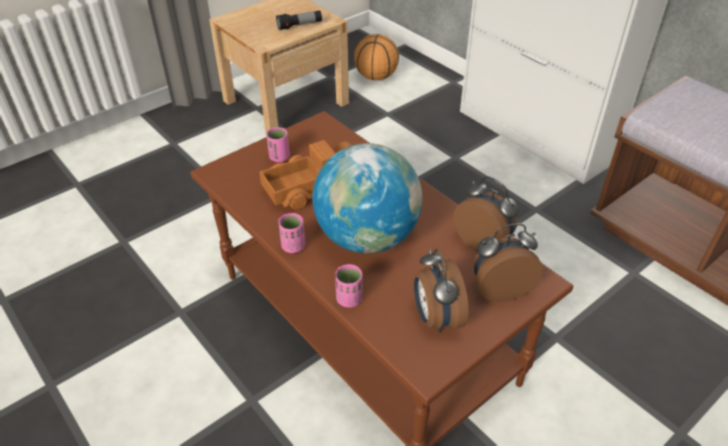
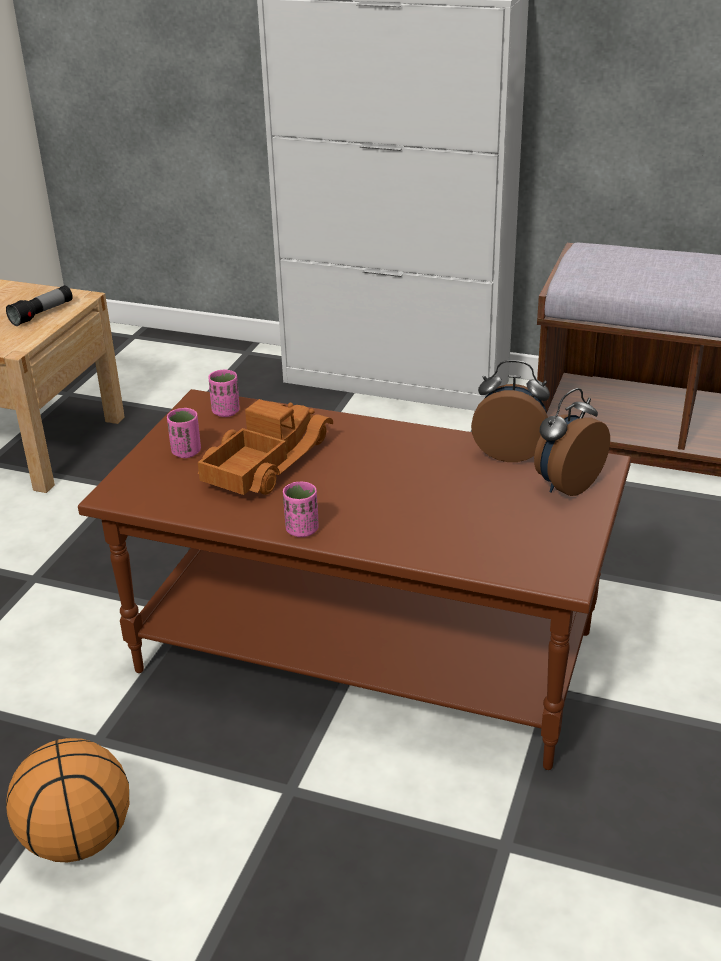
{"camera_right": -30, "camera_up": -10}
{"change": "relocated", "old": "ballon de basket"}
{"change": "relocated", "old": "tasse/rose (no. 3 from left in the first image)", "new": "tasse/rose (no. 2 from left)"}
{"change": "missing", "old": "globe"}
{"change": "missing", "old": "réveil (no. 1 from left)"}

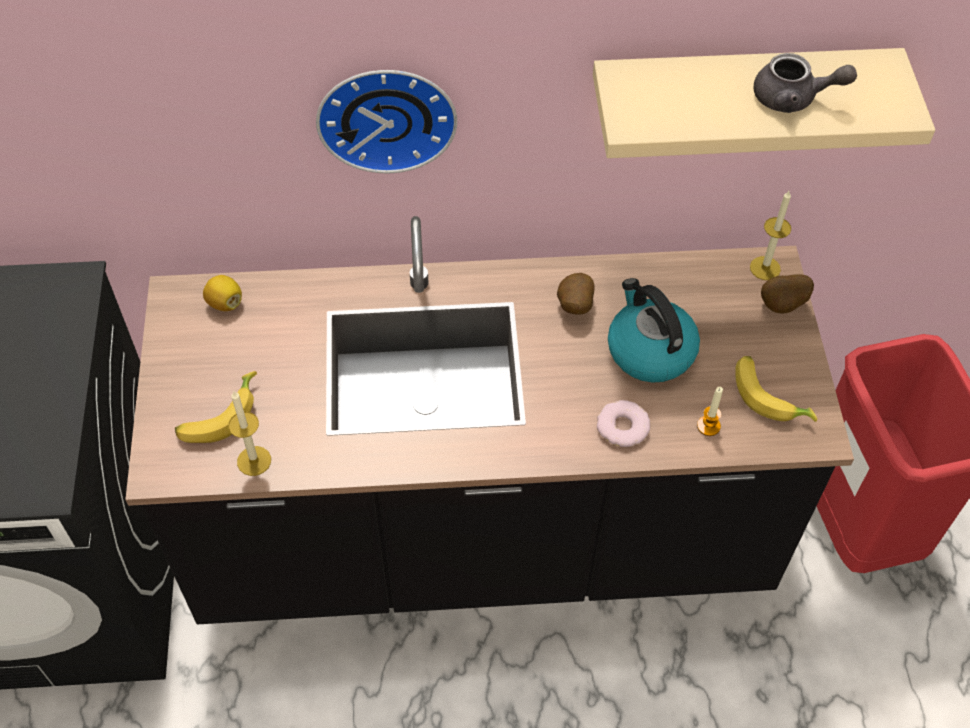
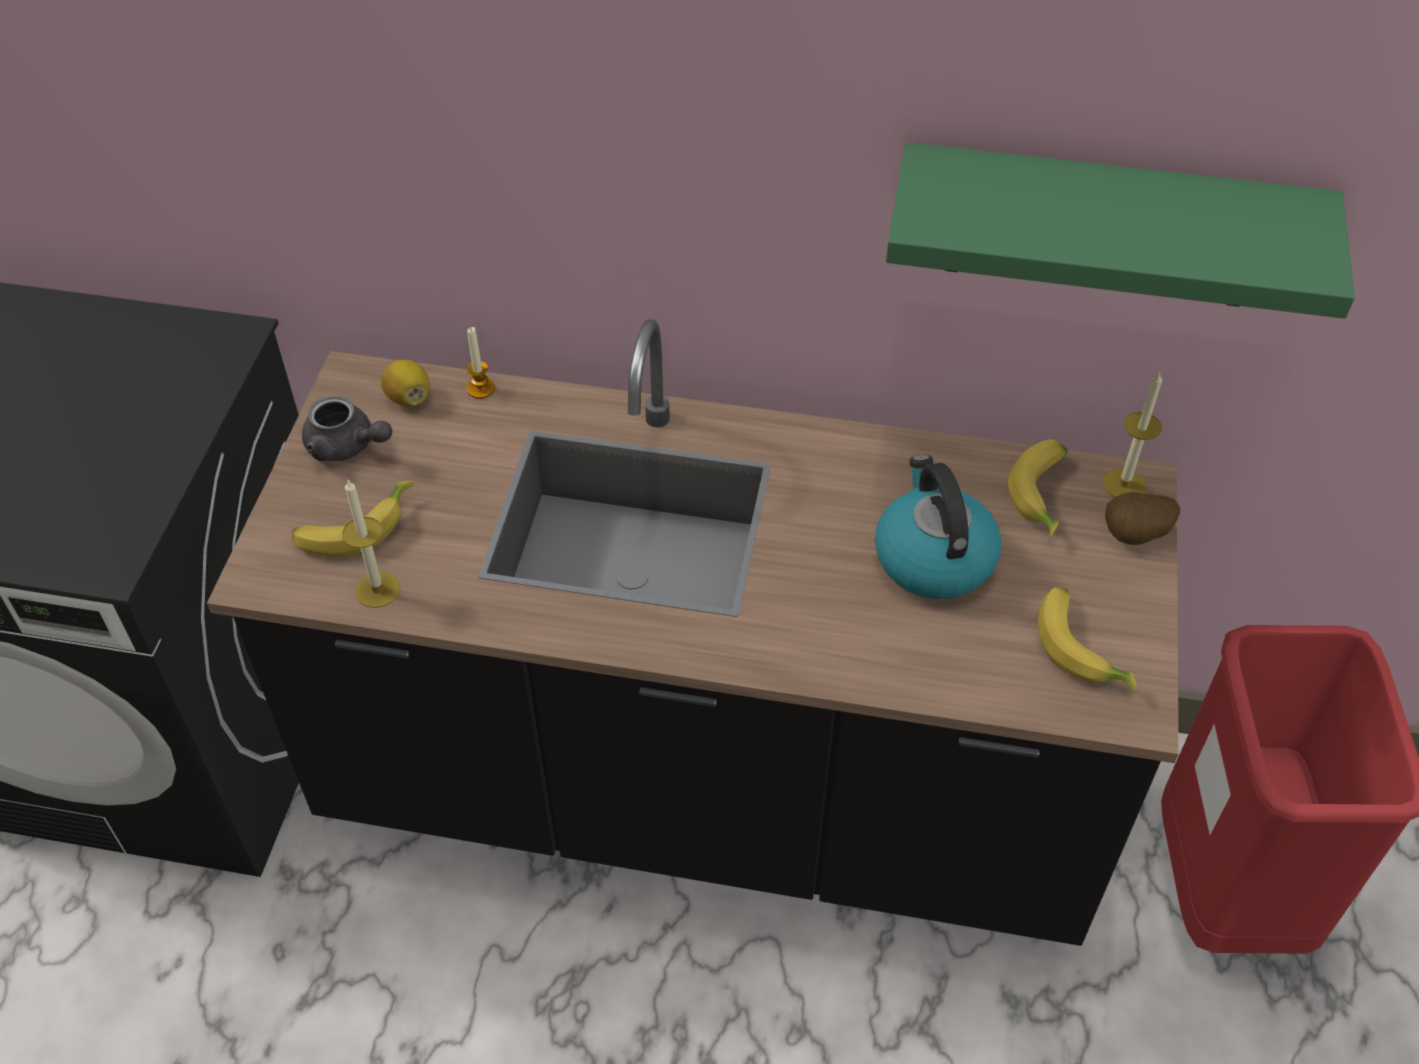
{"camera_right": 15, "camera_up": -5}
{"change": "relocated", "old": "théière/gris"}
{"change": "relocated", "old": "bougie (no. 2 from left)"}
{"change": "colour", "old": "étagère/beige", "new": "étagère/vert"}
{"change": "appeared", "new": "banane (no. 2 from left)"}
{"change": "missing", "old": "horloge murale"}
{"change": "missing", "old": "pomme de terre (no. 1 from left)"}
{"change": "missing", "old": "beignet"}

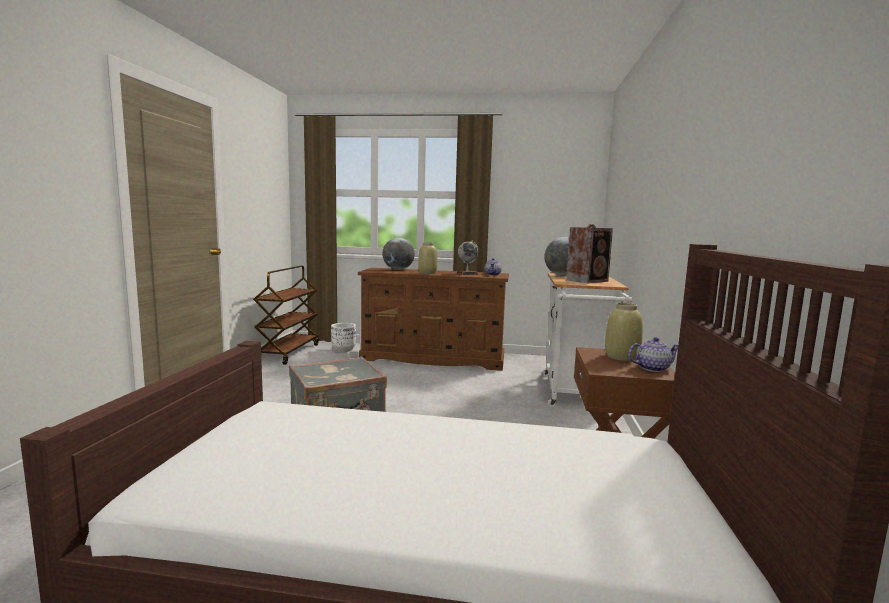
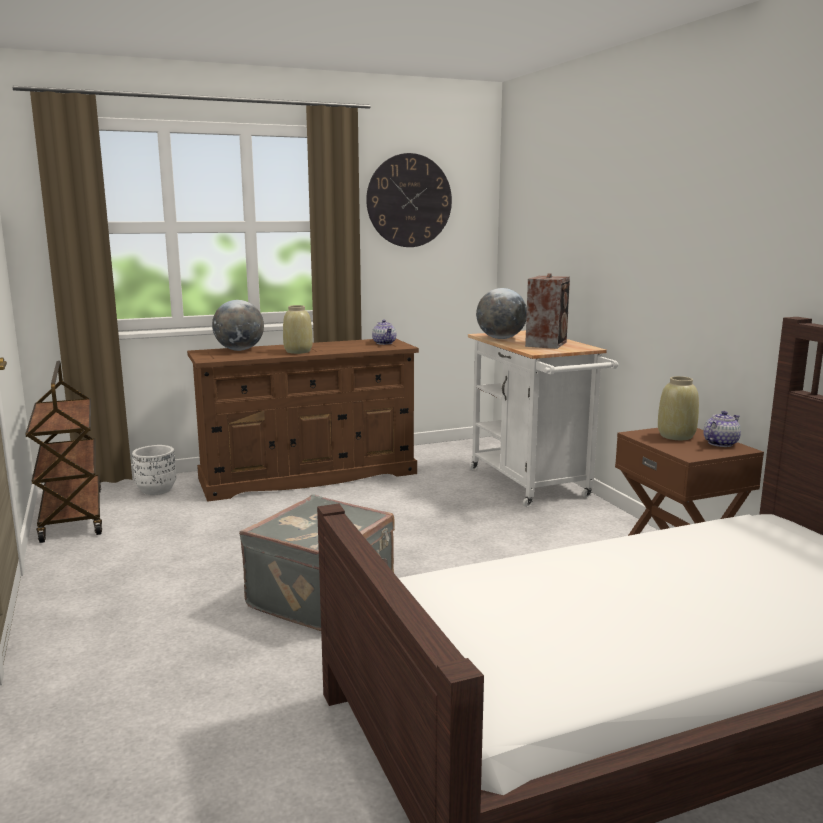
{"camera_right": -30, "camera_up": 5}
{"change": "appeared", "new": "horloge murale"}
{"change": "missing", "old": "globe (no. 2 from left)"}

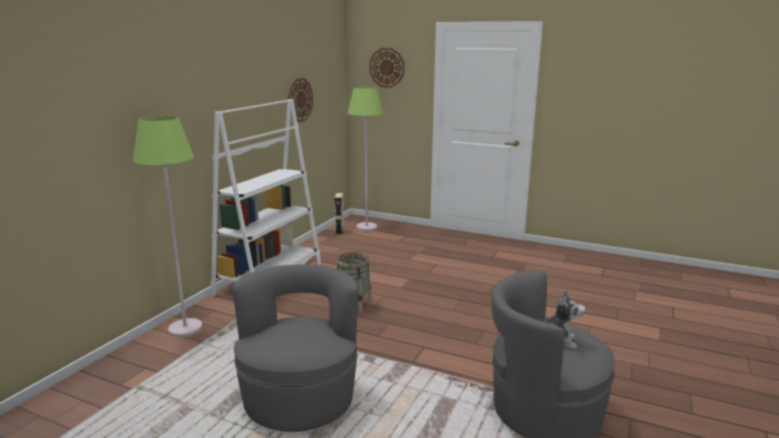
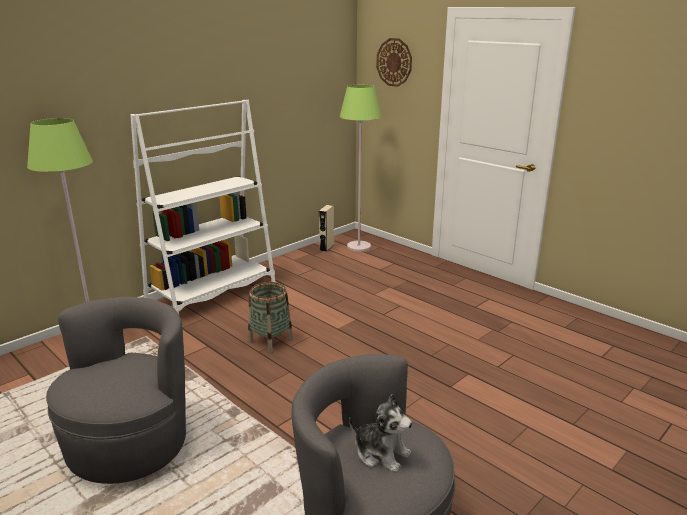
{"camera_right": 20, "camera_up": 5}
{"change": "missing", "old": "horloge murale (no. 1 from left)"}

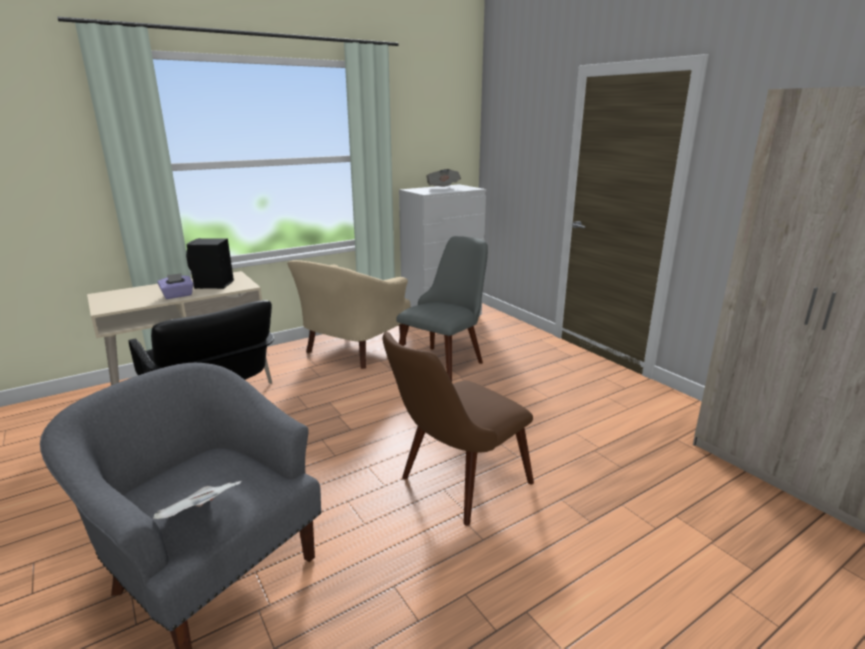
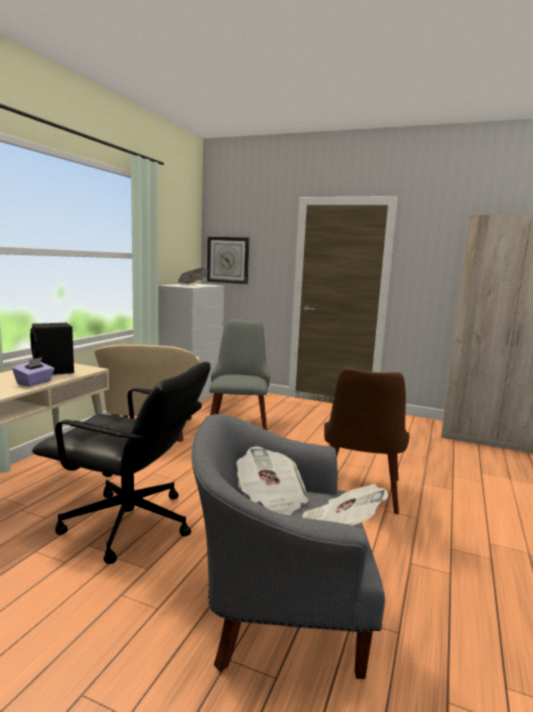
{"camera_right": -35, "camera_up": -10}
{"change": "appeared", "new": "horloge murale"}
{"change": "appeared", "new": "journal (no. 2 from left)"}

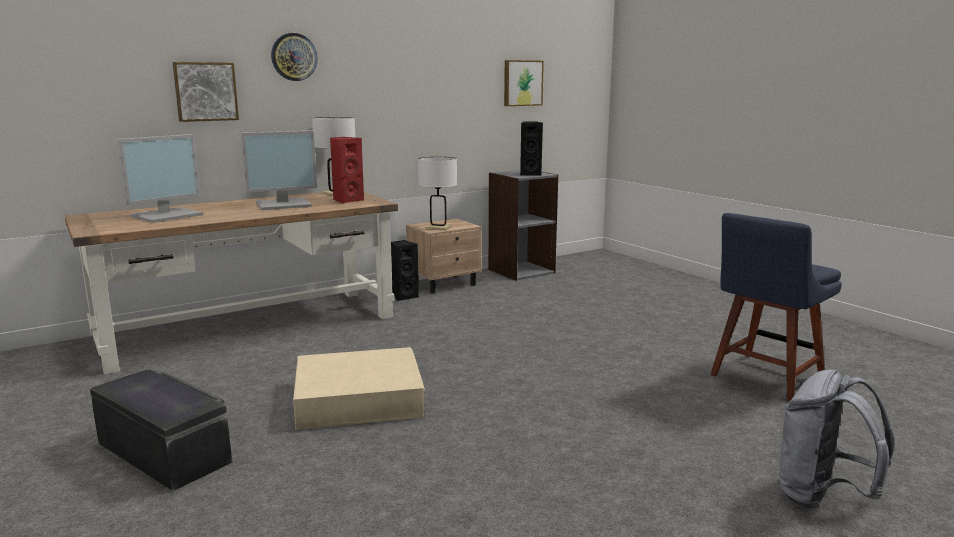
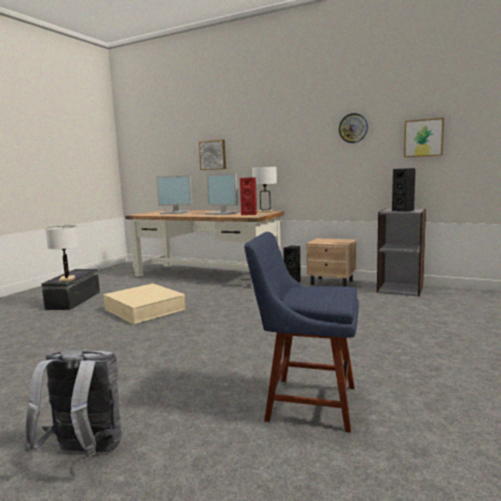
{"camera_right": 60, "camera_up": -5}
{"change": "relocated", "old": "lampe de table/blanc (no. 2 from left in the first image)", "new": "lampe de table/blanc (no. 1 from left)"}
{"change": "relocated", "old": "horloge murale"}

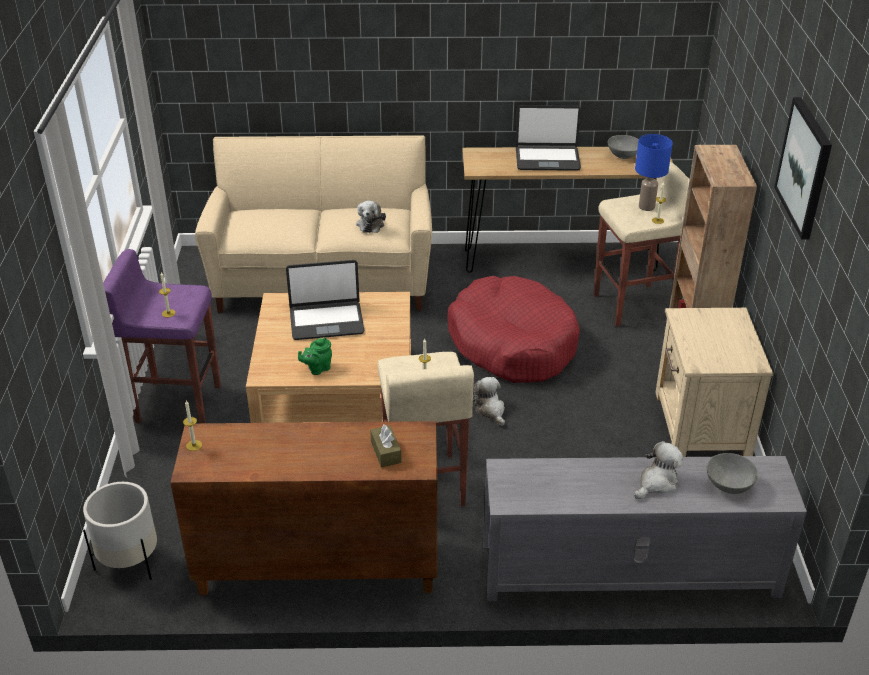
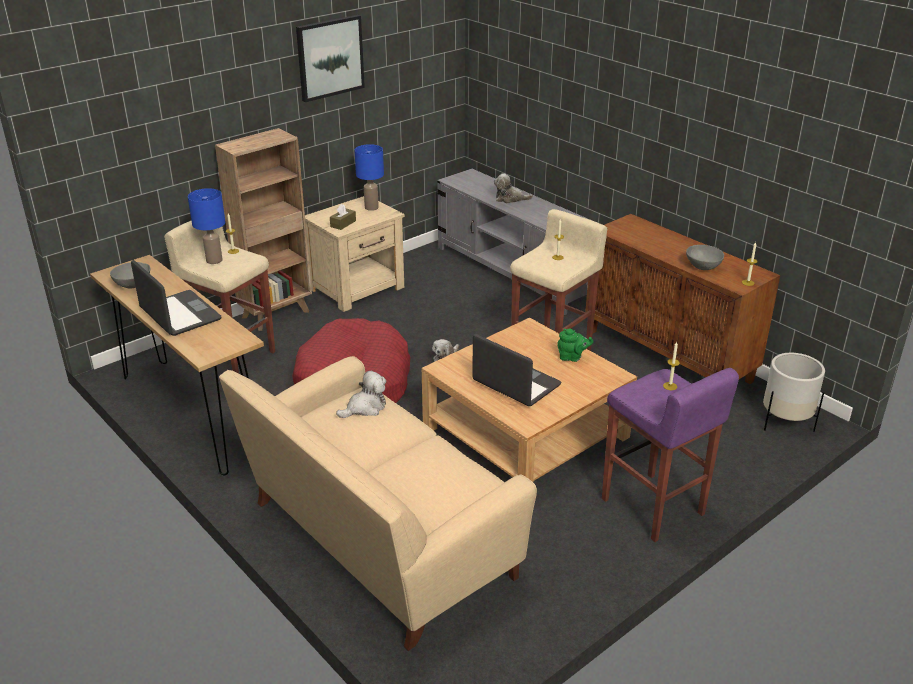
{"camera_right": -130, "camera_up": -5}
{"change": "relocated", "old": "boîte à mouchoirs/marron"}
{"change": "appeared", "new": "lampe de table/bleu (no. 2 from left)"}
{"change": "relocated", "old": "bol/gris (no. 2 from left)"}

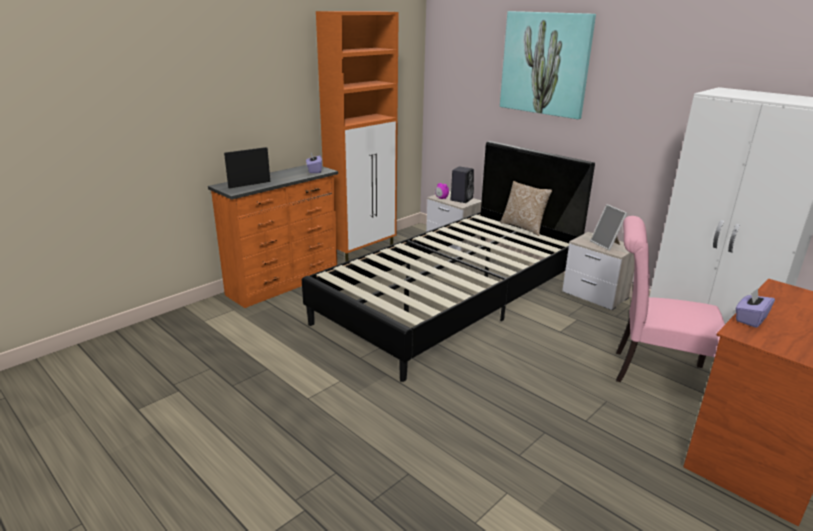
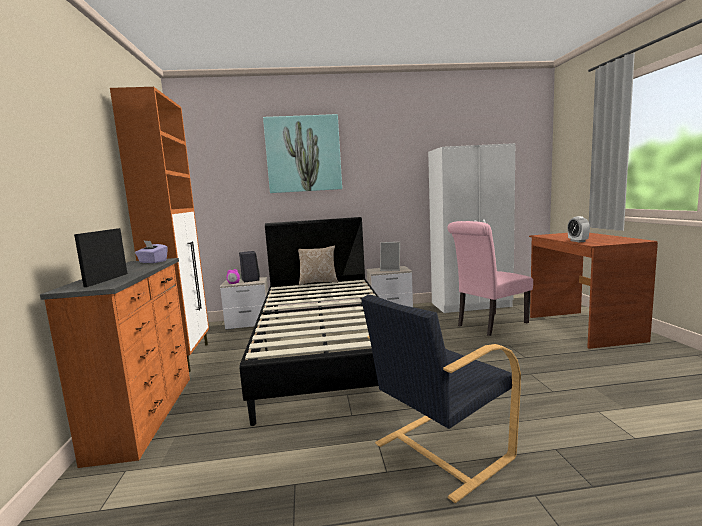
{"camera_right": -50, "camera_up": -15}
{"change": "appeared", "new": "fauteuil/noir"}
{"change": "exchanged", "old": "boîte à mouchoirs/violet (no. 2 from left)", "new": "réveil (no. 2 from left)"}

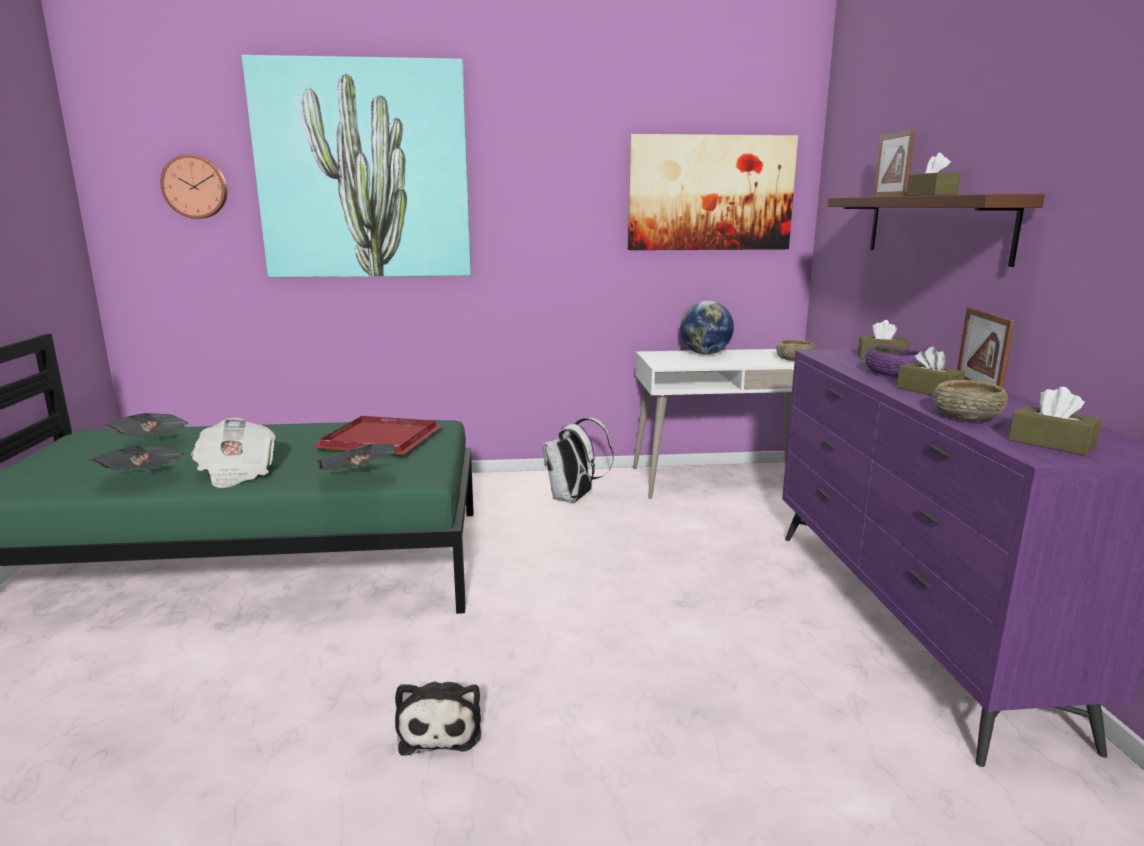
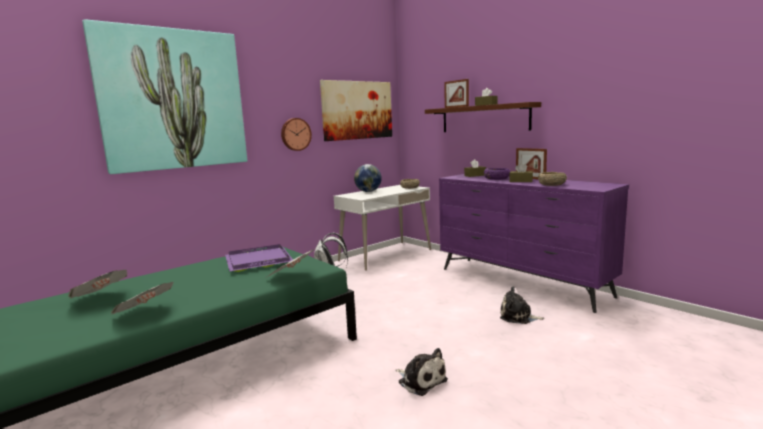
{"camera_right": -35, "camera_up": -5}
{"change": "colour", "old": "plateau/rouge", "new": "plateau/violet"}
{"change": "relocated", "old": "horloge murale"}
{"change": "appeared", "new": "peluche (no. 2 from left)"}
{"change": "missing", "old": "journal (no. 3 from left)"}
{"change": "missing", "old": "boîte à mouchoirs/marron (no. 4 from left)"}

